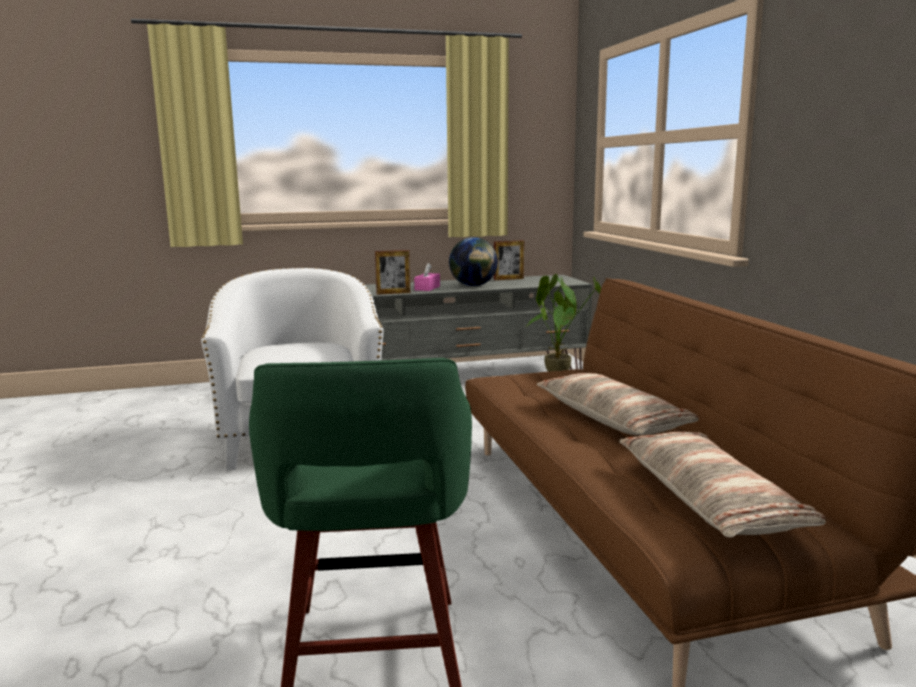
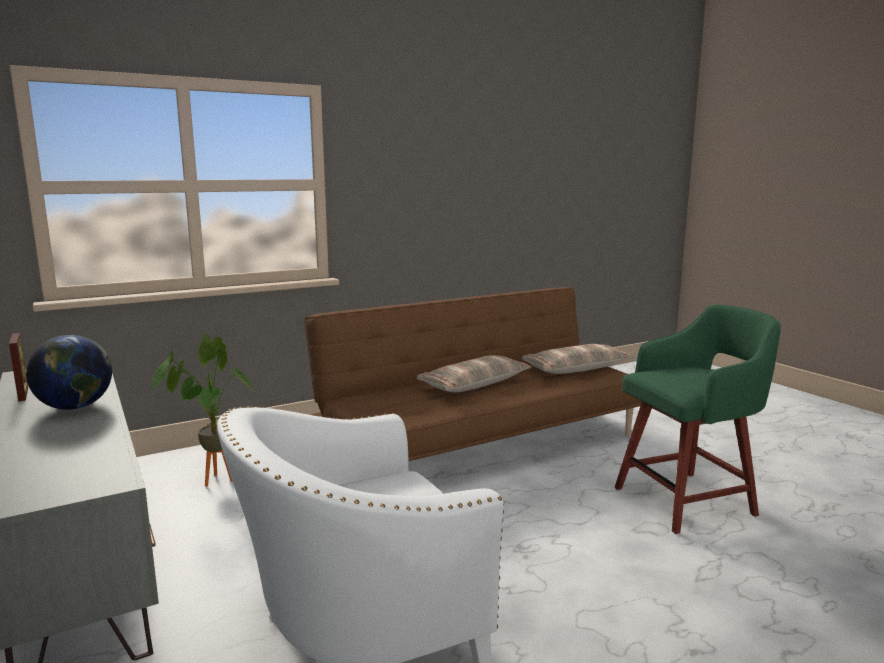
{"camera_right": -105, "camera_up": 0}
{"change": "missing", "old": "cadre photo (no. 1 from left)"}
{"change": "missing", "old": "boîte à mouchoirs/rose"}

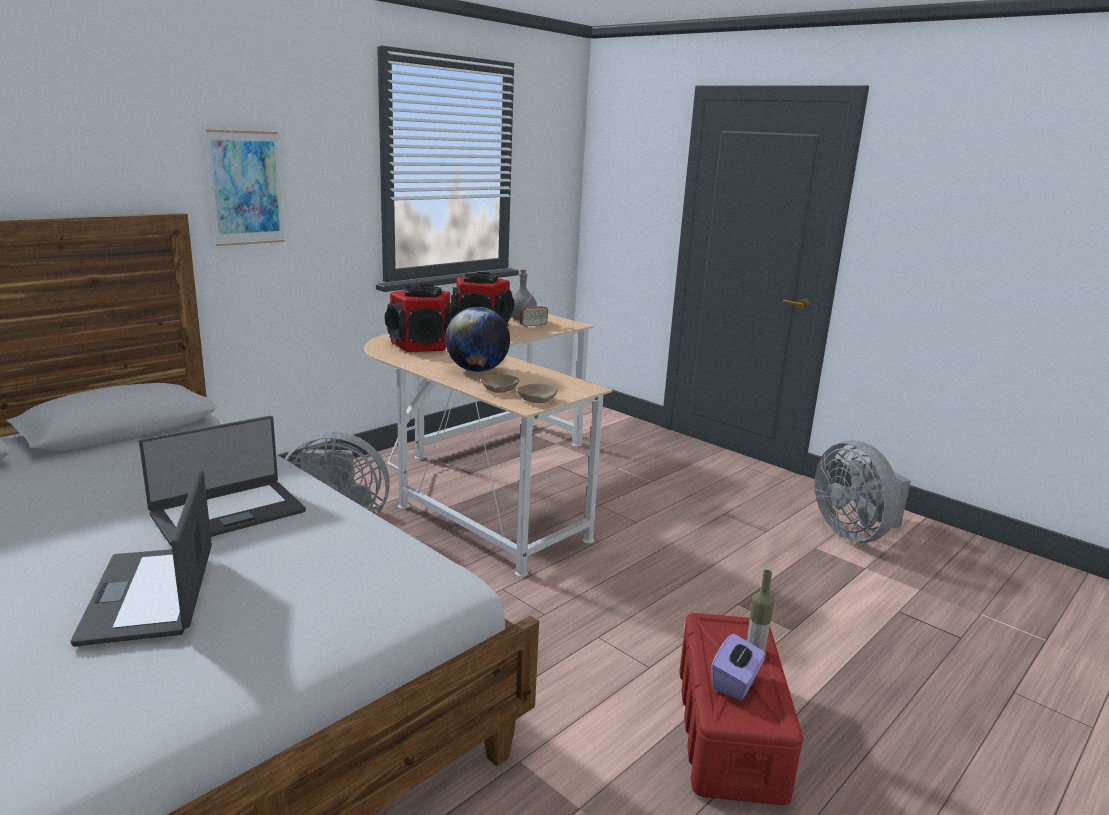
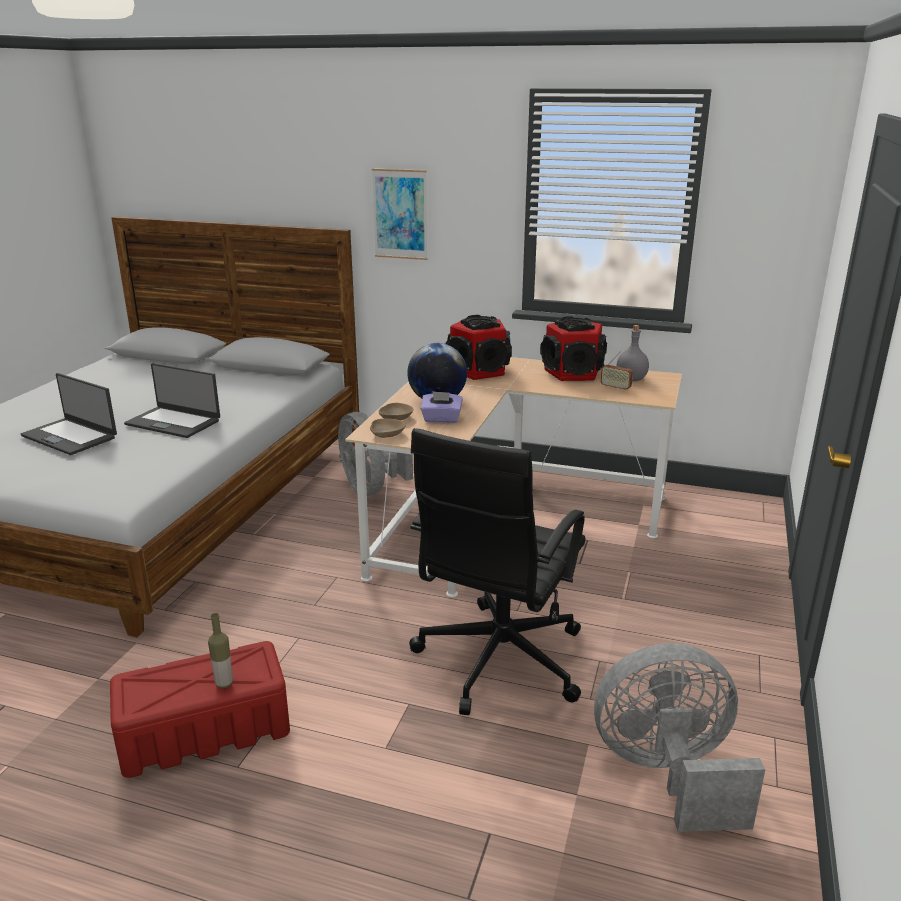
{"camera_right": 65, "camera_up": 5}
{"change": "spun", "old": "ordinateur portable (no. 1 from left)", "degrees": -105}
{"change": "appeared", "new": "chaise de bureau/noir"}
{"change": "relocated", "old": "boîte à mouchoirs/violet"}
{"change": "spun", "old": "ventilateur/gris (no. 2 from left)", "degrees": 45}

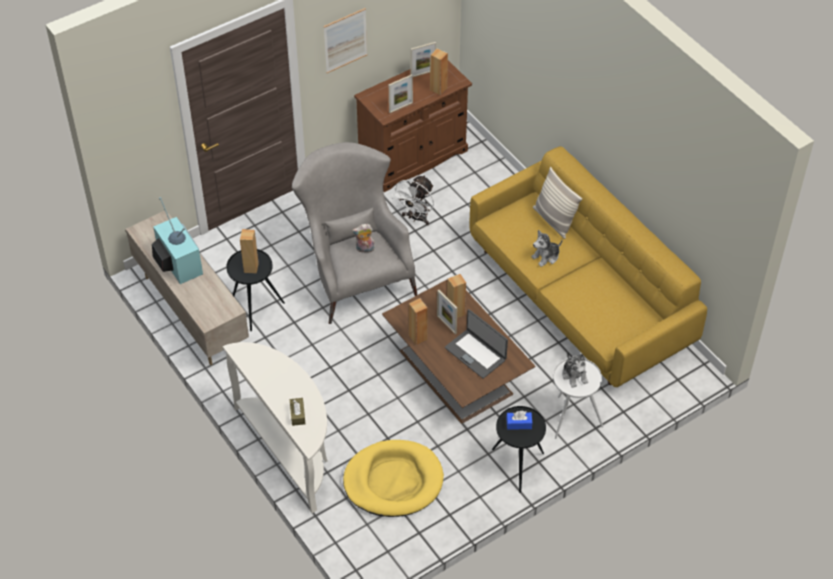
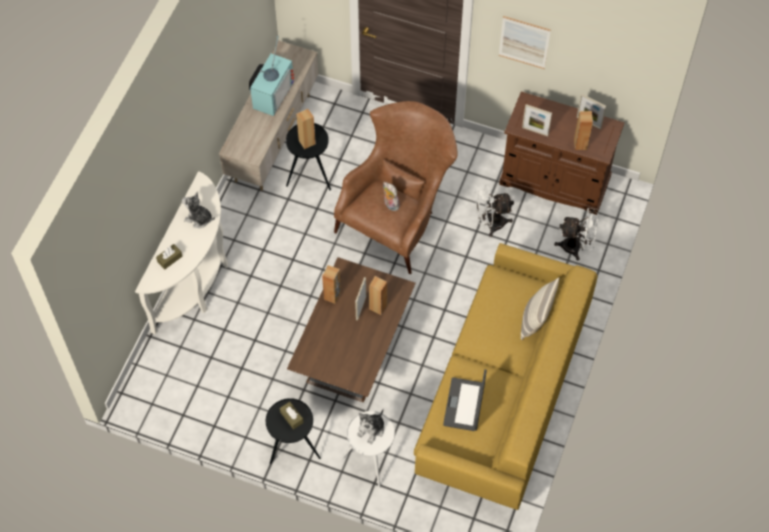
{"camera_right": 55, "camera_up": 10}
{"change": "relocated", "old": "peluche (no. 2 from left in the first image)", "new": "peluche (no. 1 from left)"}
{"change": "colour", "old": "boîte à mouchoirs/bleu", "new": "boîte à mouchoirs/marron (no. 2 from left)"}
{"change": "colour", "old": "fauteuil/gris", "new": "fauteuil/marron"}
{"change": "relocated", "old": "ordinateur portable"}
{"change": "appeared", "new": "ventilateur/blanc (no. 2 from left)"}
{"change": "missing", "old": "panier pour chien/jaune"}

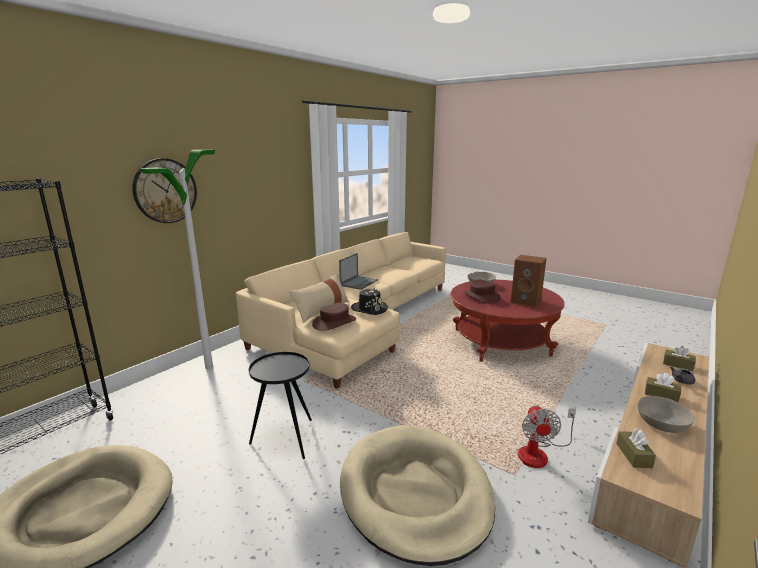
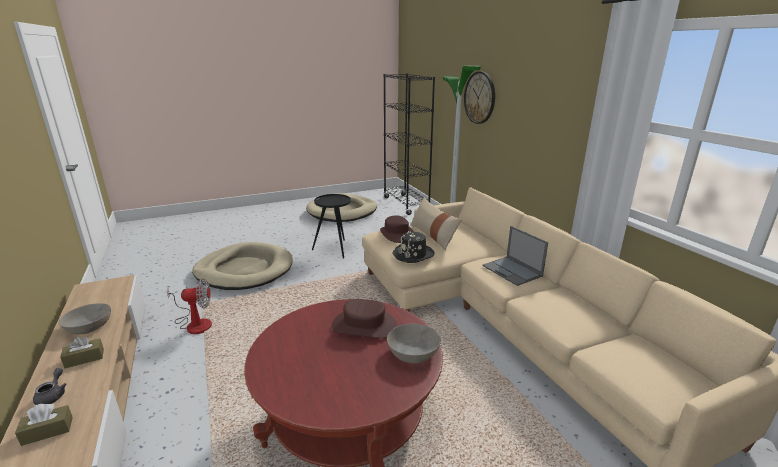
{"camera_right": 120, "camera_up": 5}
{"change": "spun", "old": "ventilateur", "degrees": 135}
{"change": "missing", "old": "enceinte/marron"}
{"change": "missing", "old": "boîte à mouchoirs/marron (no. 1 from left)"}

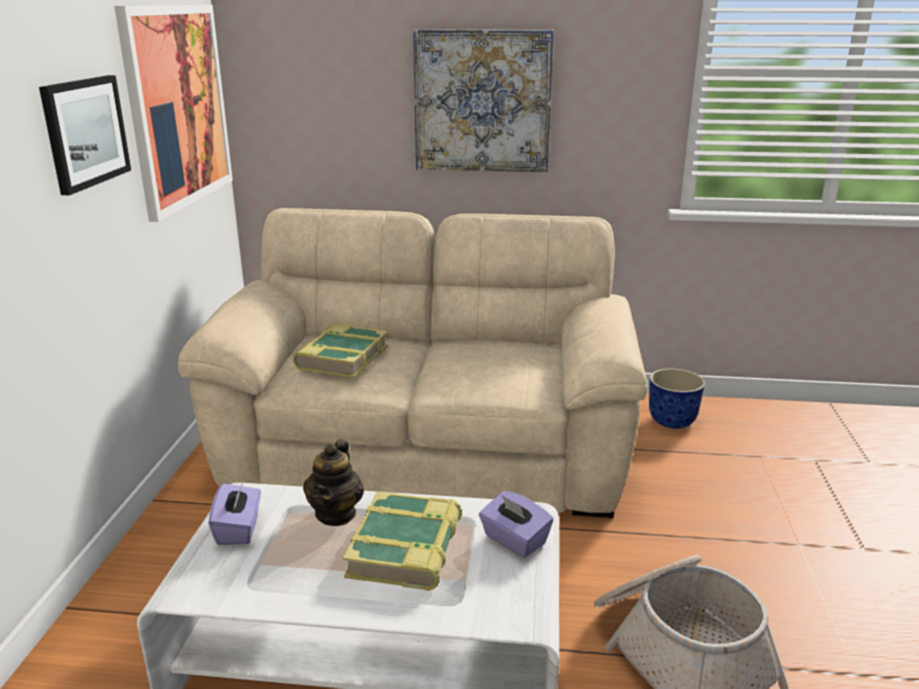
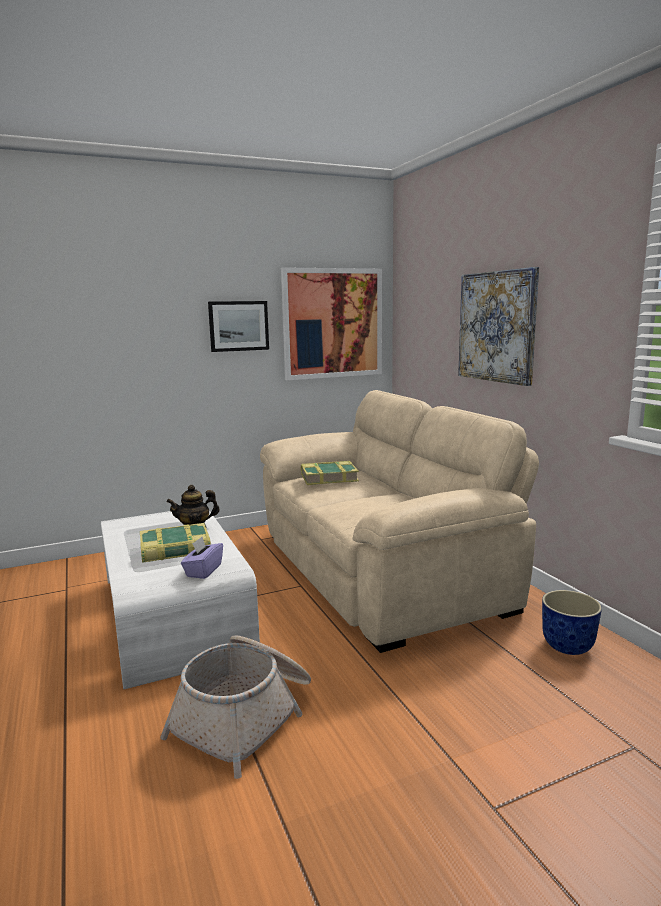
{"camera_right": 60, "camera_up": -10}
{"change": "missing", "old": "boîte à mouchoirs/violet (no. 1 from left)"}

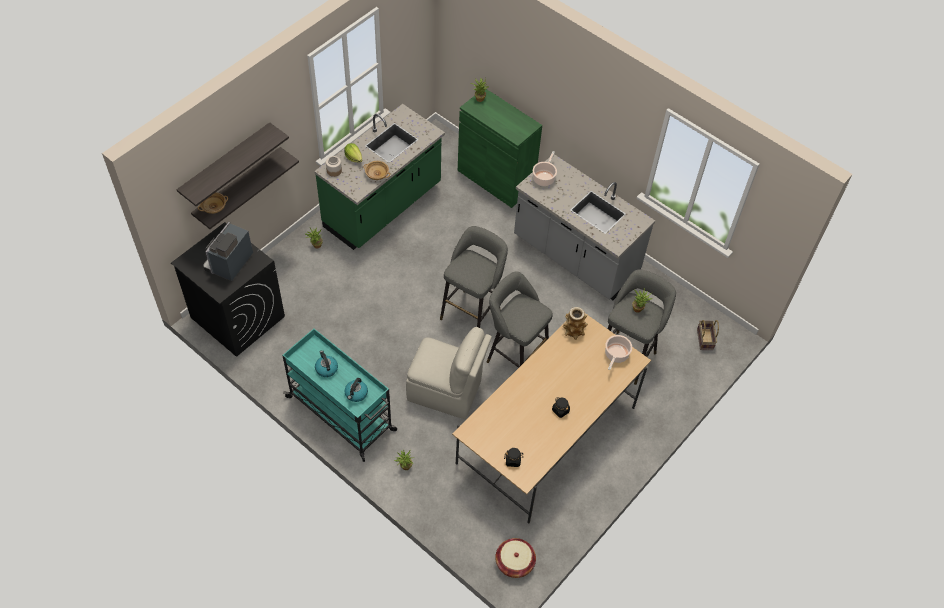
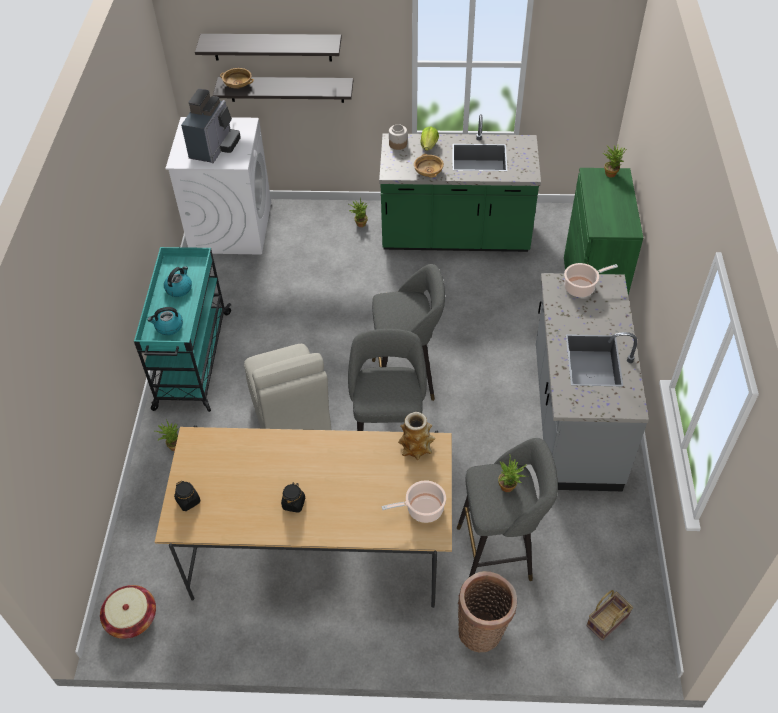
{"camera_right": 55, "camera_up": -5}
{"change": "colour", "old": "lave-linge/noir", "new": "lave-linge/blanc"}
{"change": "spun", "old": "machine à café", "degrees": 120}
{"change": "appeared", "new": "panier (no. 2 from left)"}

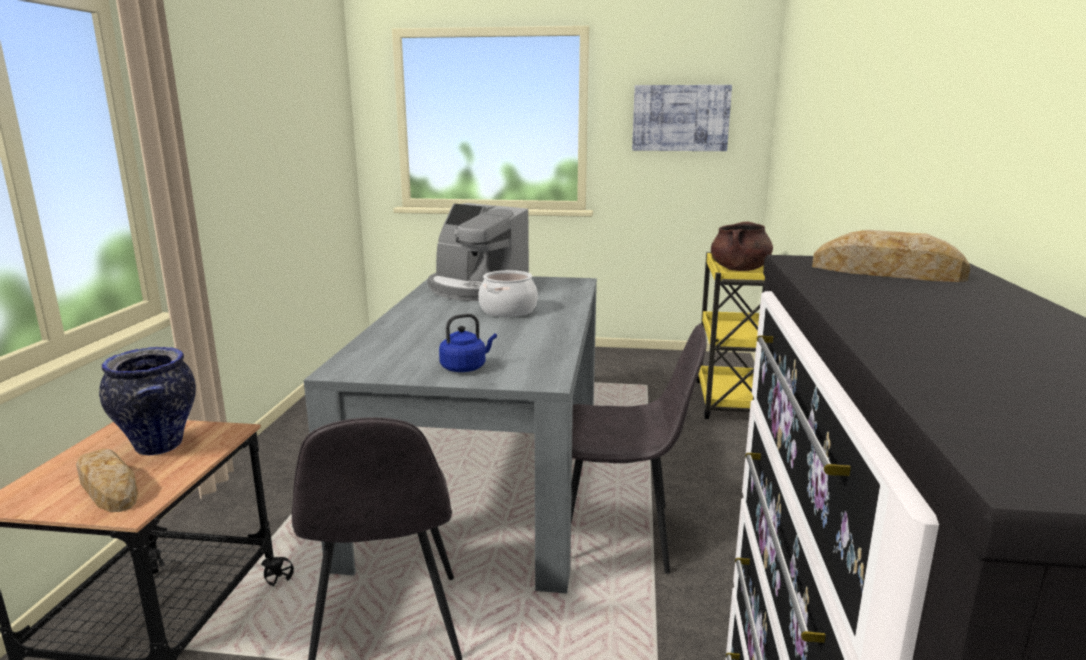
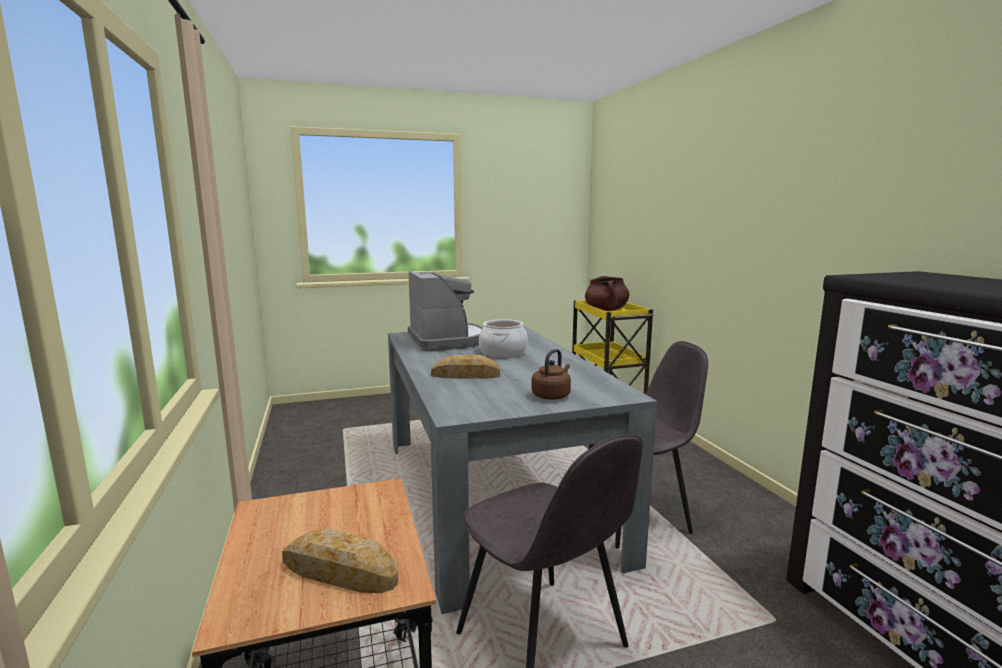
{"camera_right": -25, "camera_up": -5}
{"change": "spun", "old": "machine à café", "degrees": -120}
{"change": "relocated", "old": "pain (no. 2 from left)"}
{"change": "colour", "old": "bouilloire/bleu", "new": "bouilloire/marron"}
{"change": "missing", "old": "vase"}
{"change": "missing", "old": "tableau"}

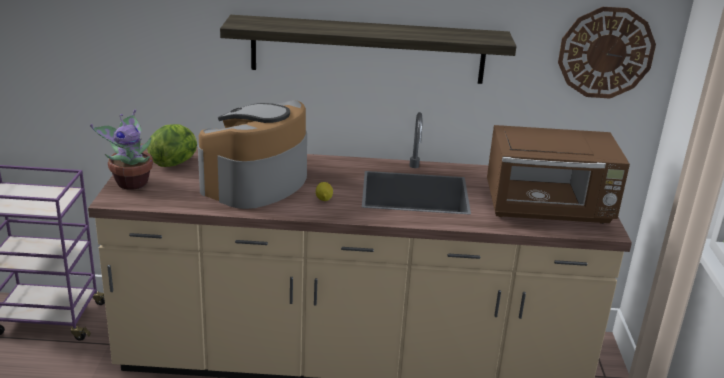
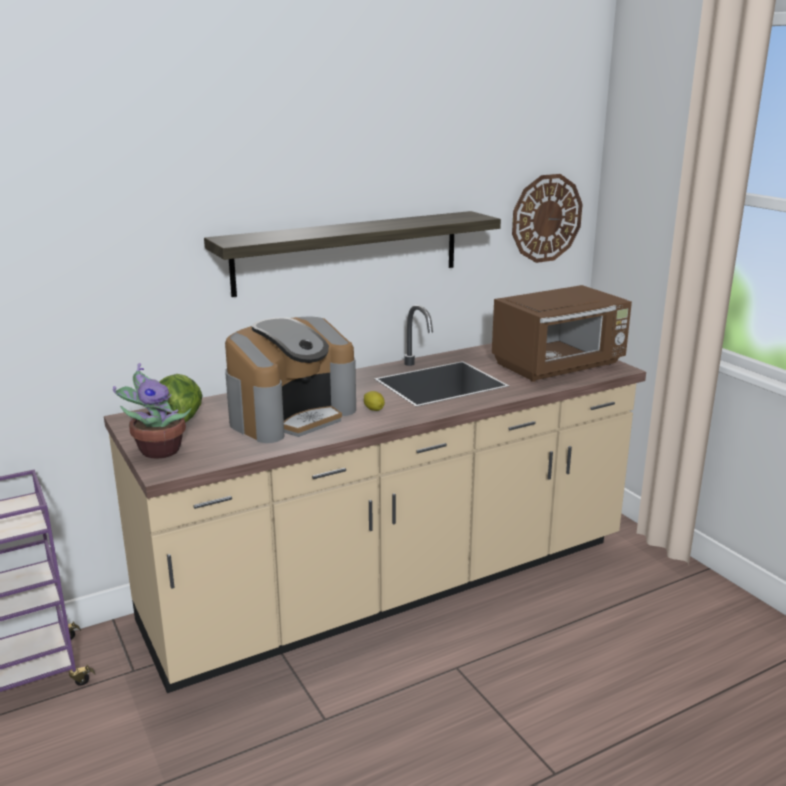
{"camera_right": -30, "camera_up": -5}
{"change": "spun", "old": "machine à café", "degrees": -135}

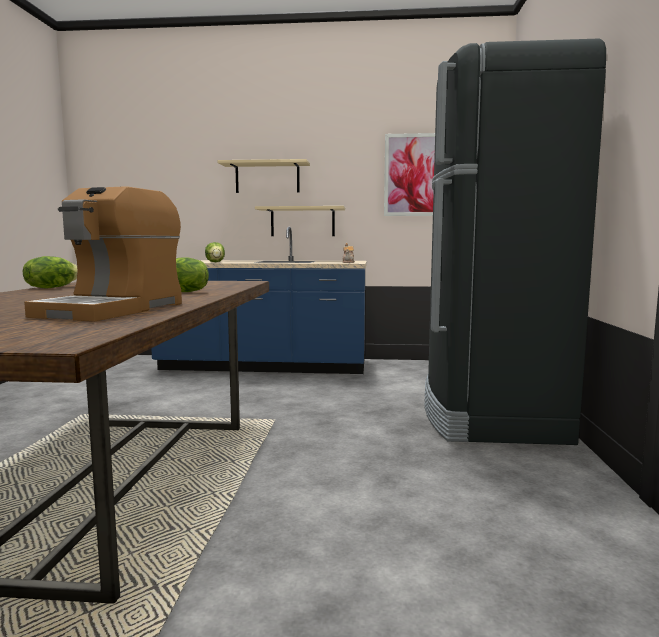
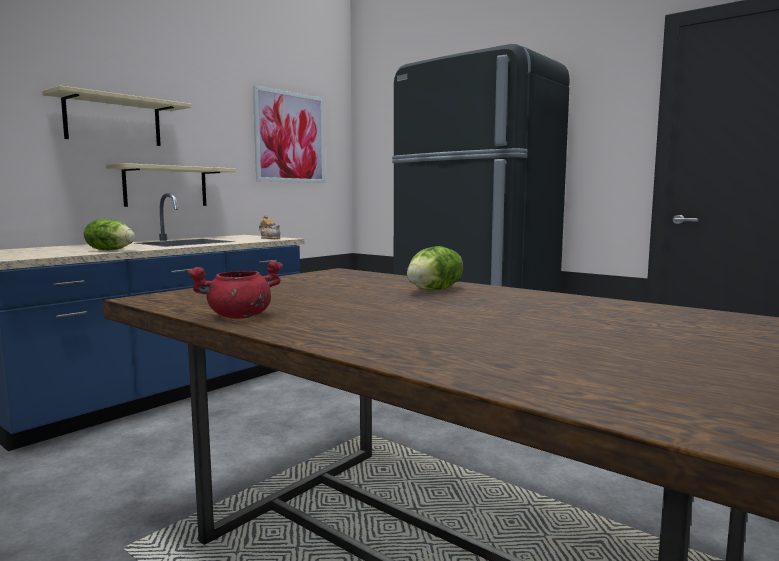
{"camera_right": -55, "camera_up": 0}
{"change": "exchanged", "old": "laitue (no. 1 from left)", "new": "marmite/rouge"}
{"change": "missing", "old": "machine à café"}

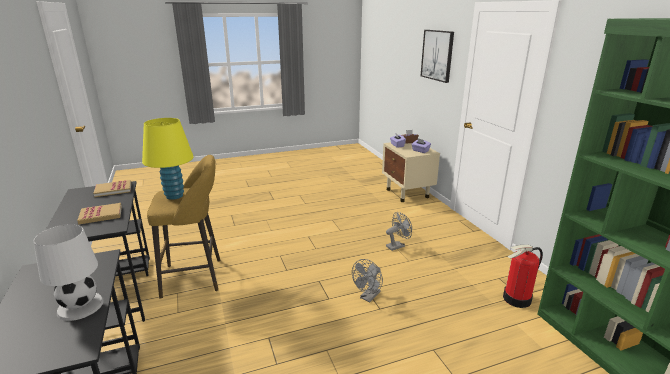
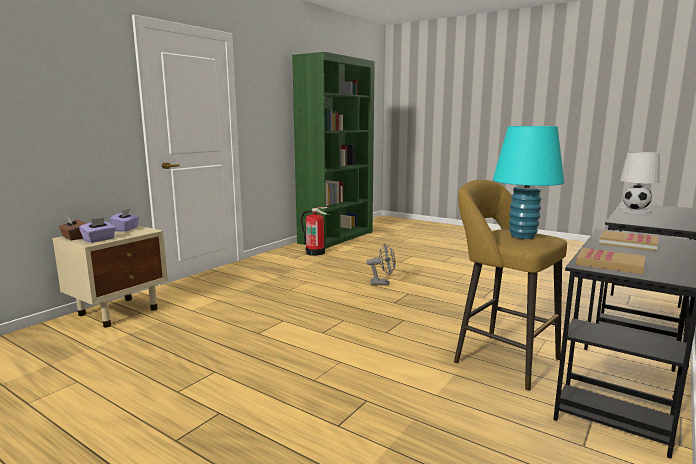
{"camera_right": -125, "camera_up": -10}
{"change": "colour", "old": "lampe de table/jaune", "new": "lampe de table/turquoise"}
{"change": "missing", "old": "ventilateur/gris (no. 2 from left)"}
{"change": "missing", "old": "tableau"}

